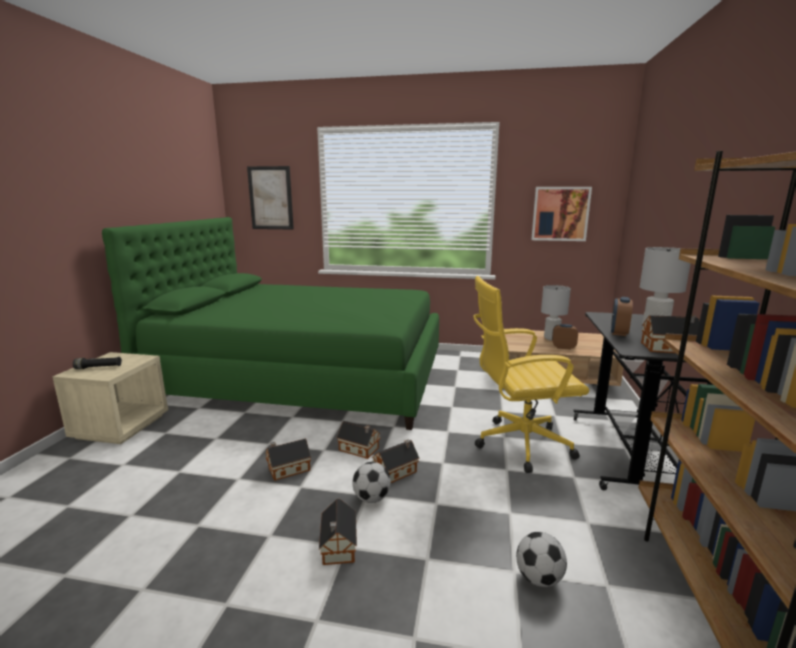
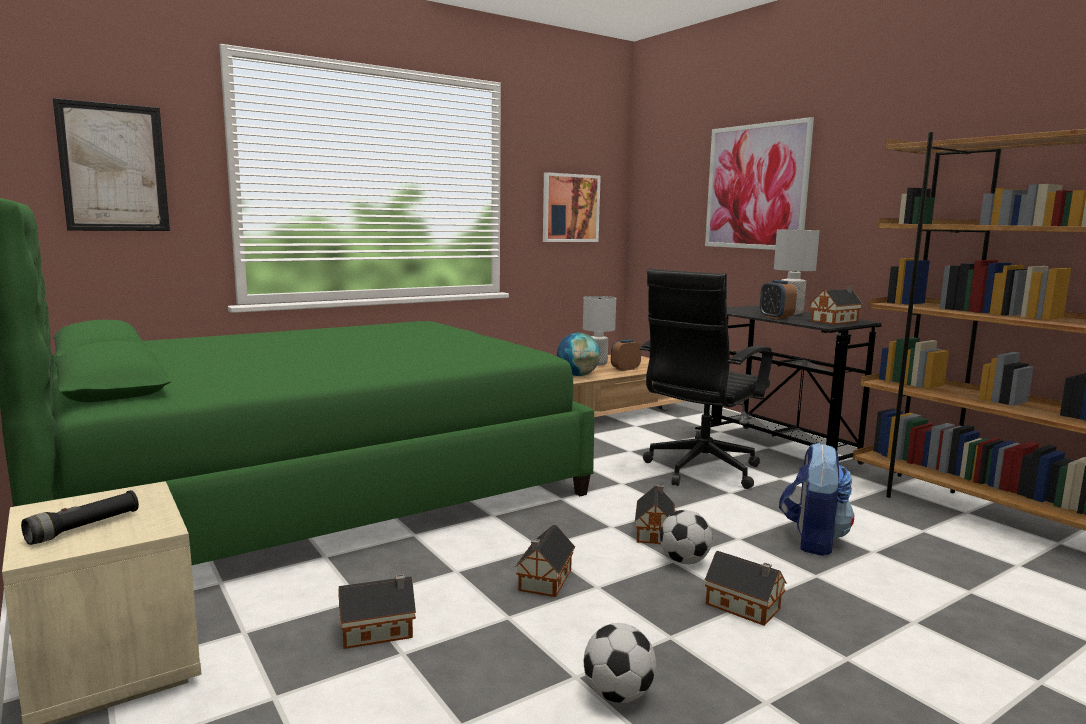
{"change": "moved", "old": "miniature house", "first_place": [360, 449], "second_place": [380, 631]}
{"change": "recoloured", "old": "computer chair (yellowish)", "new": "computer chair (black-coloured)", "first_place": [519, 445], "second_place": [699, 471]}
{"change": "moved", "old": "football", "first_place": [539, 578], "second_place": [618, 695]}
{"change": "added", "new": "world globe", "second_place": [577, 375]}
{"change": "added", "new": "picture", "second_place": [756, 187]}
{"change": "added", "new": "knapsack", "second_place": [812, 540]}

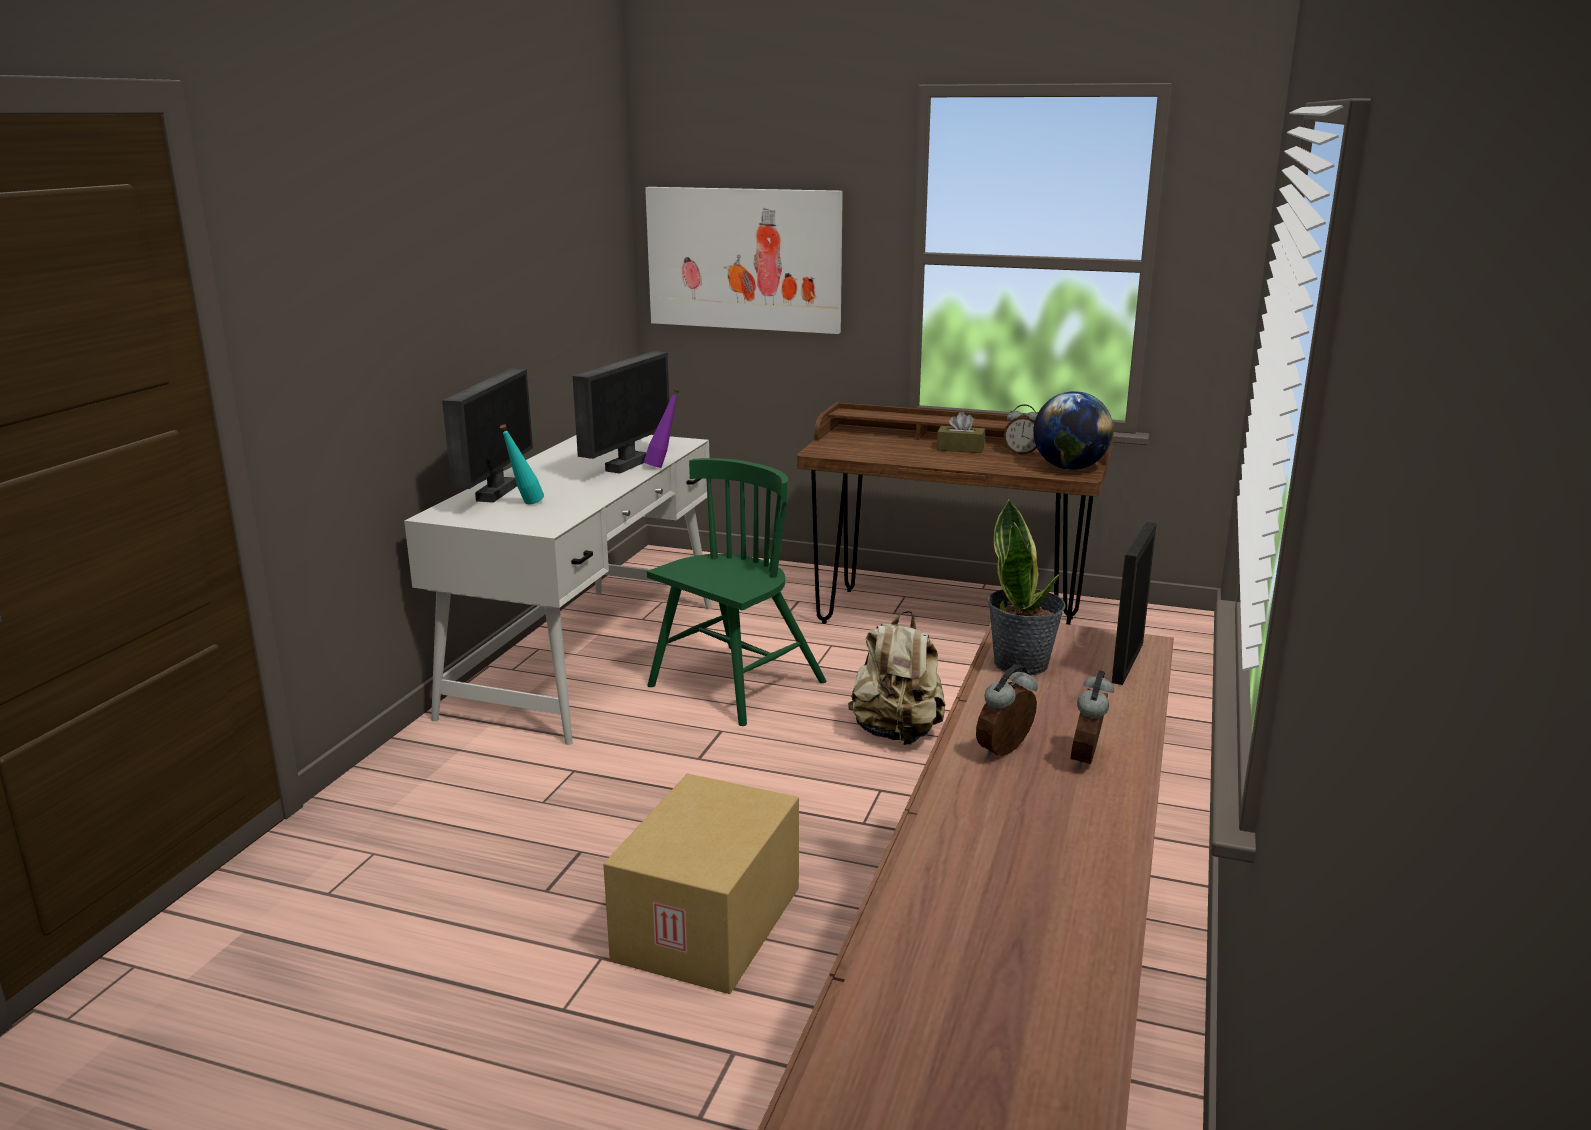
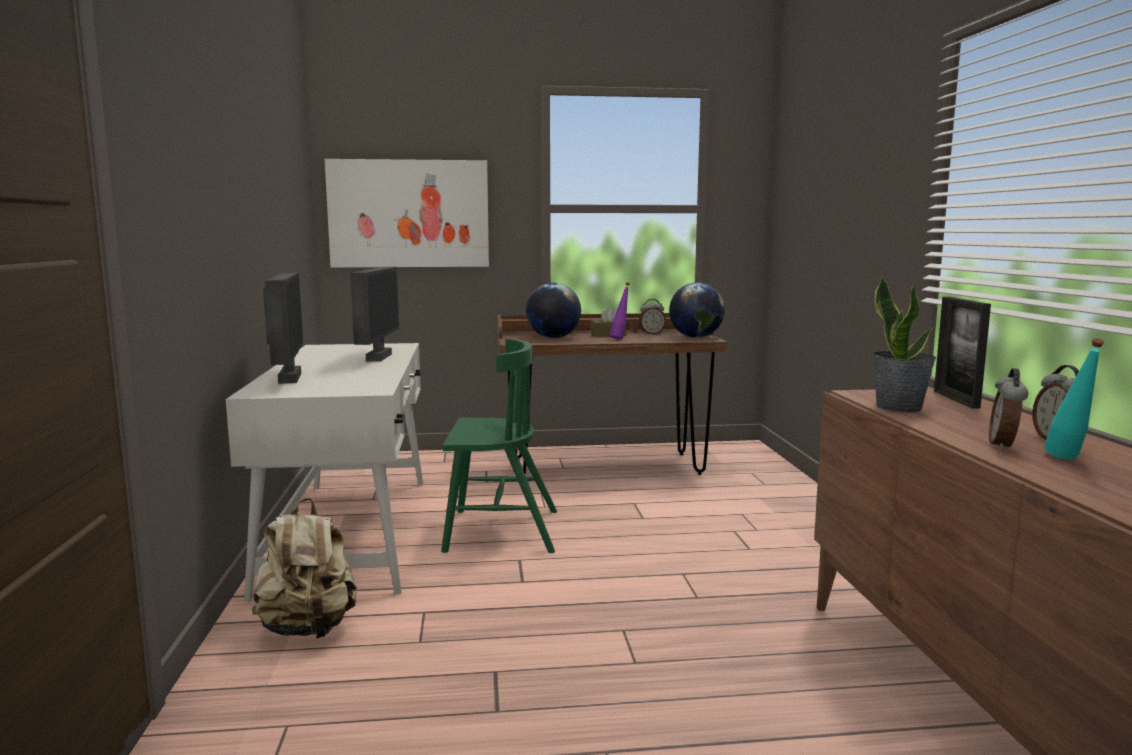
{"change": "moved", "old": "drink bottle (blue-green)", "first_place": [524, 504], "second_place": [1068, 460]}
{"change": "removed", "old": "cardboard box", "first_place": [710, 925]}
{"change": "moved", "old": "drink bottle (purple)", "first_place": [663, 466], "second_place": [620, 339]}
{"change": "turned", "old": "chair (green-coloured)", "first_place": [730, 687], "second_place": [494, 530], "degrees": 75}
{"change": "moved", "old": "knapsack (sand-coloured)", "first_place": [897, 733], "second_place": [308, 629]}
{"change": "added", "new": "world globe", "second_place": [553, 338]}

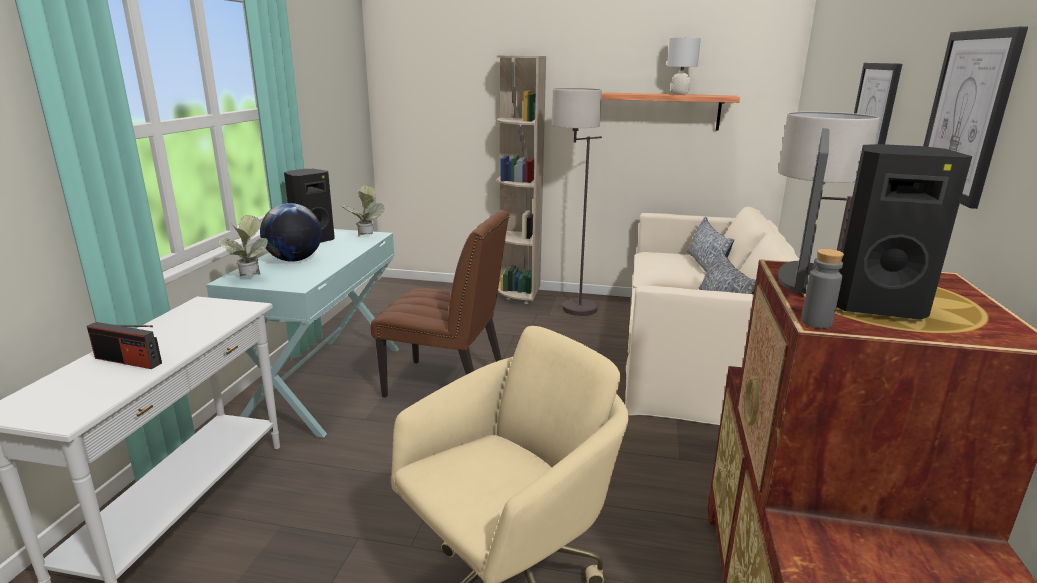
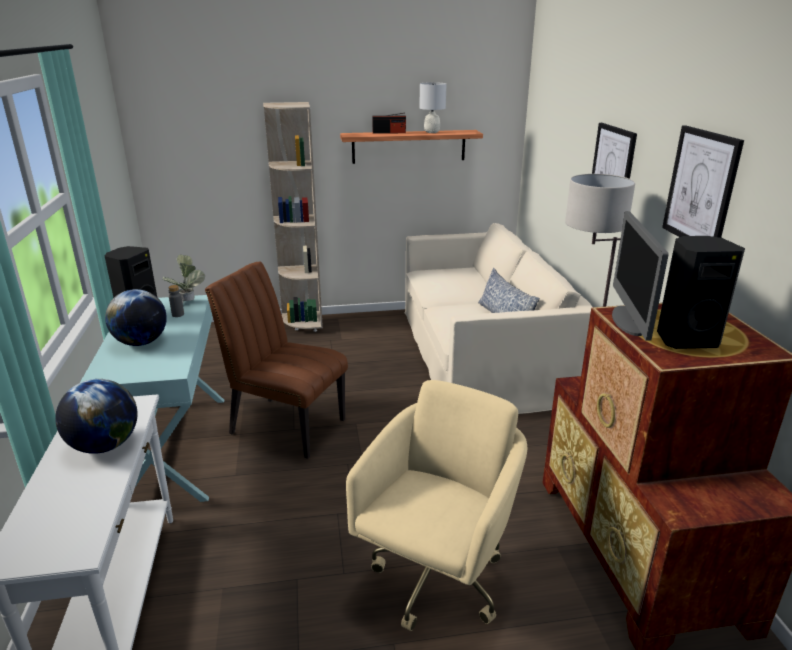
{"change": "moved", "old": "radio set", "first_place": [128, 361], "second_place": [389, 132]}
{"change": "removed", "old": "plant in a pot", "first_place": [248, 279]}
{"change": "turned", "old": "chair (brownish)", "first_place": [445, 385], "second_place": [288, 426], "degrees": -150}
{"change": "removed", "old": "standard lamp (greyish)", "first_place": [571, 311]}
{"change": "removed", "old": "throw pillow", "first_place": [705, 265]}
{"change": "moved", "old": "drink bottle (greyish)", "first_place": [816, 322], "second_place": [178, 314]}
{"change": "added", "new": "world globe", "second_place": [104, 446]}

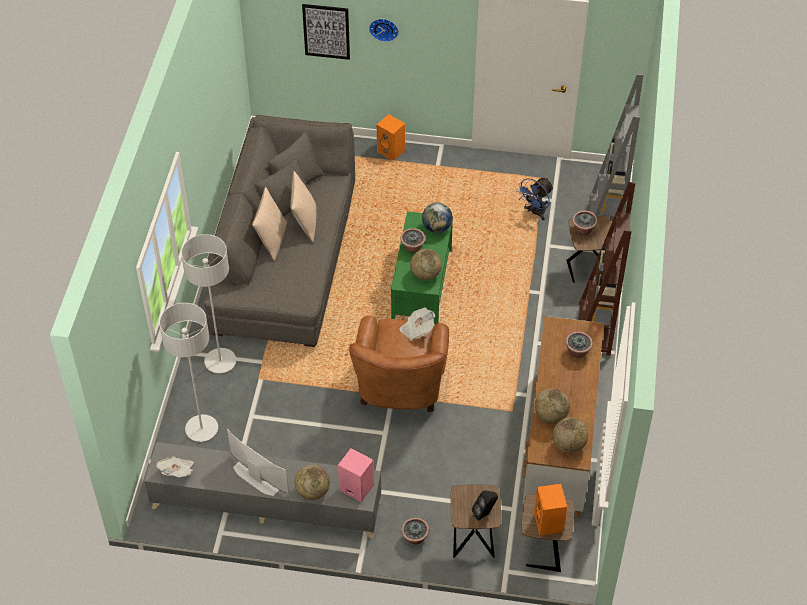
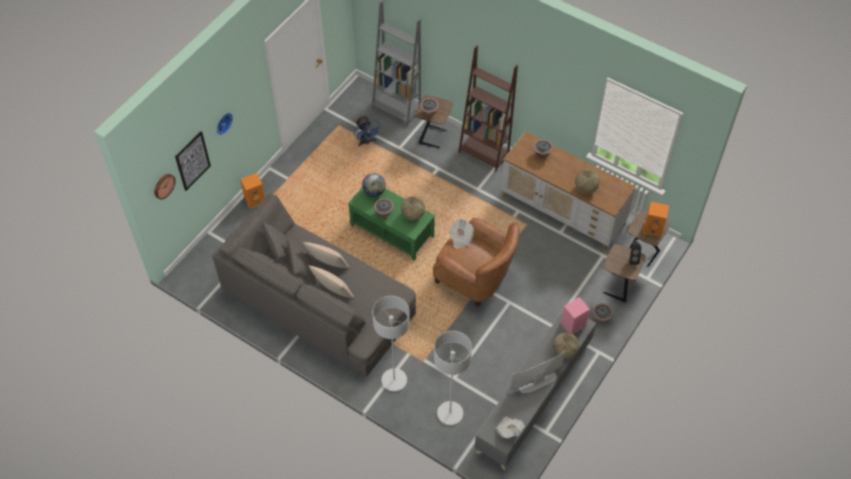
{"change": "removed", "old": "world globe", "first_place": [568, 445]}
{"change": "added", "new": "clock on the wall", "second_place": [163, 185]}

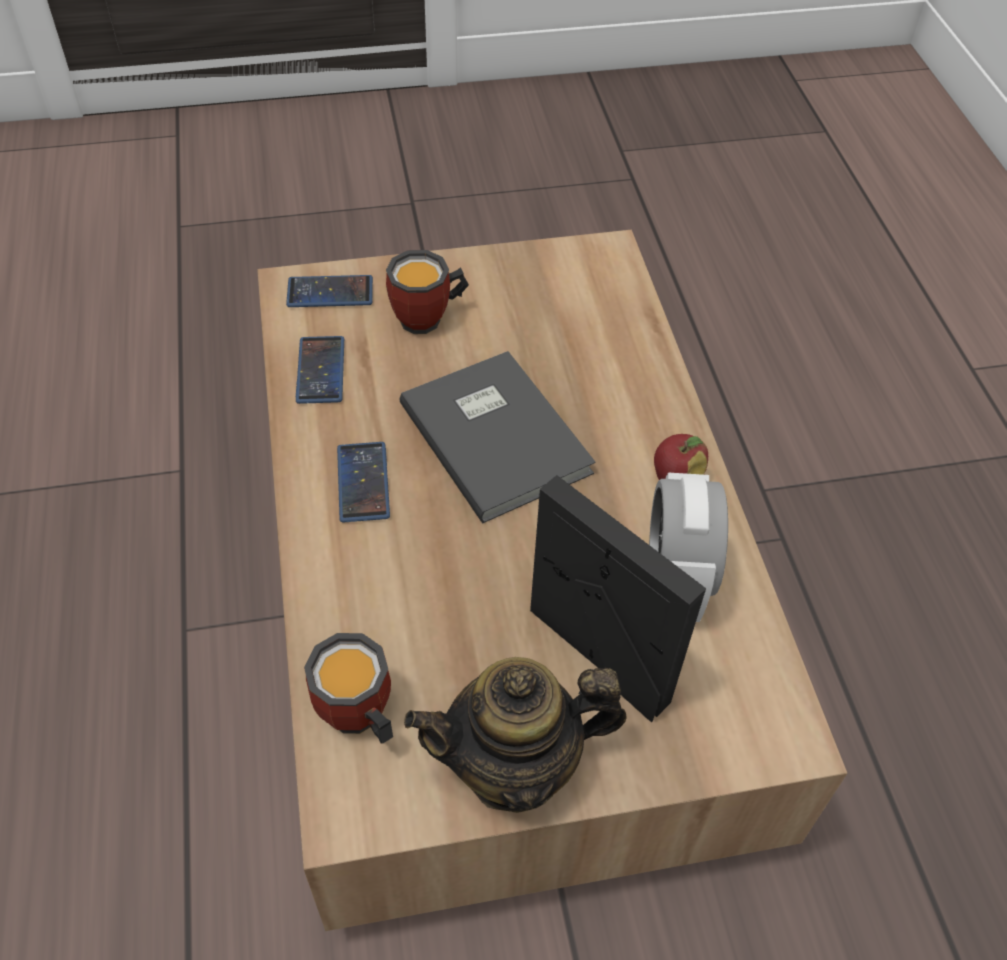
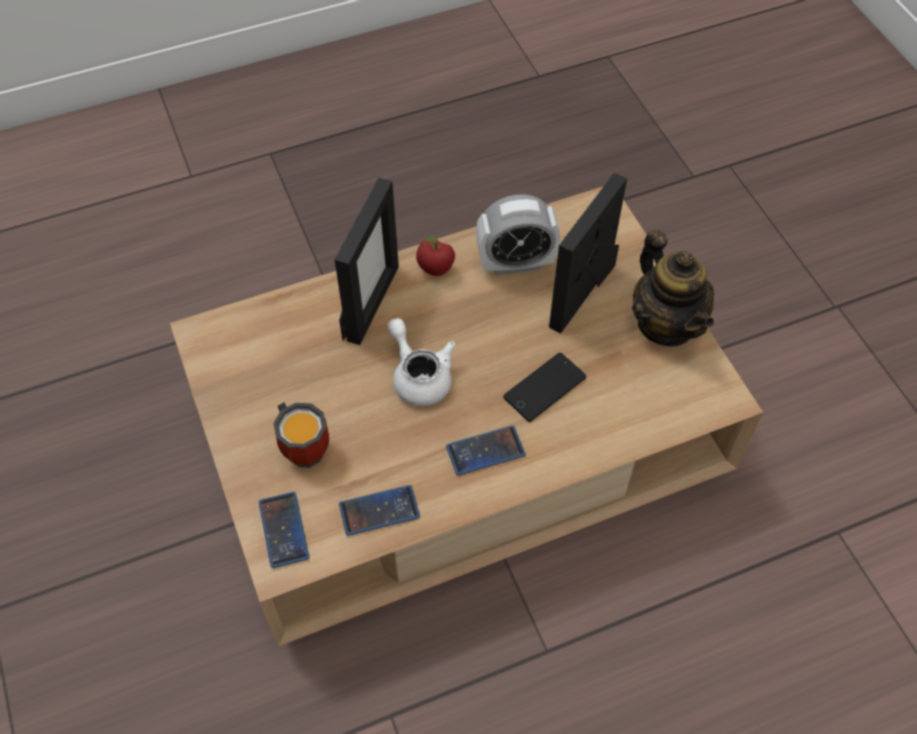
{"change": "removed", "old": "coffee mug", "first_place": [356, 720]}
{"change": "replaced", "old": "book (greyish)", "new": "tea pot (whitish)", "first_place": [498, 435], "second_place": [419, 376]}
{"change": "added", "new": "picture frame", "second_place": [371, 302]}
{"change": "added", "new": "phone", "second_place": [544, 387]}

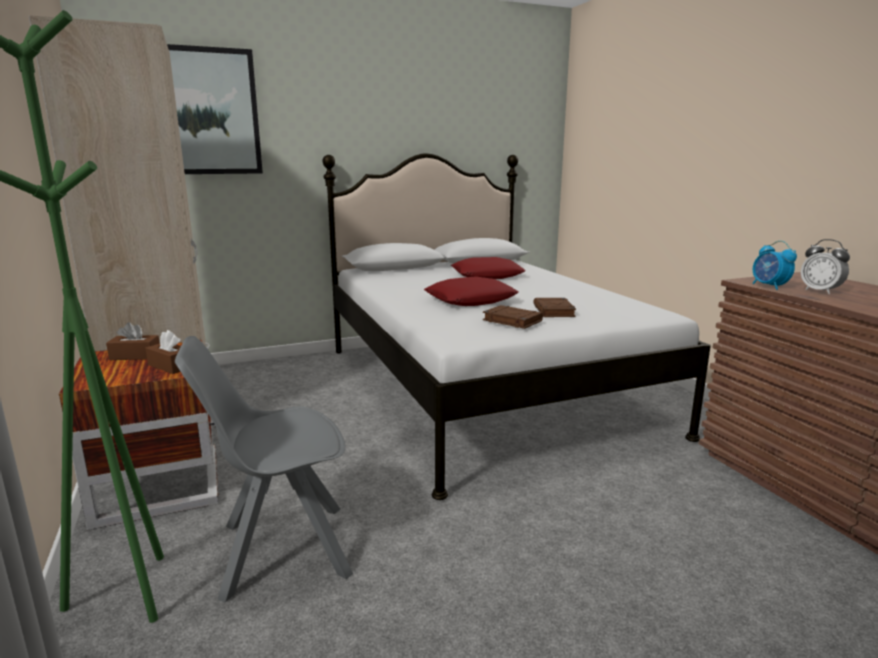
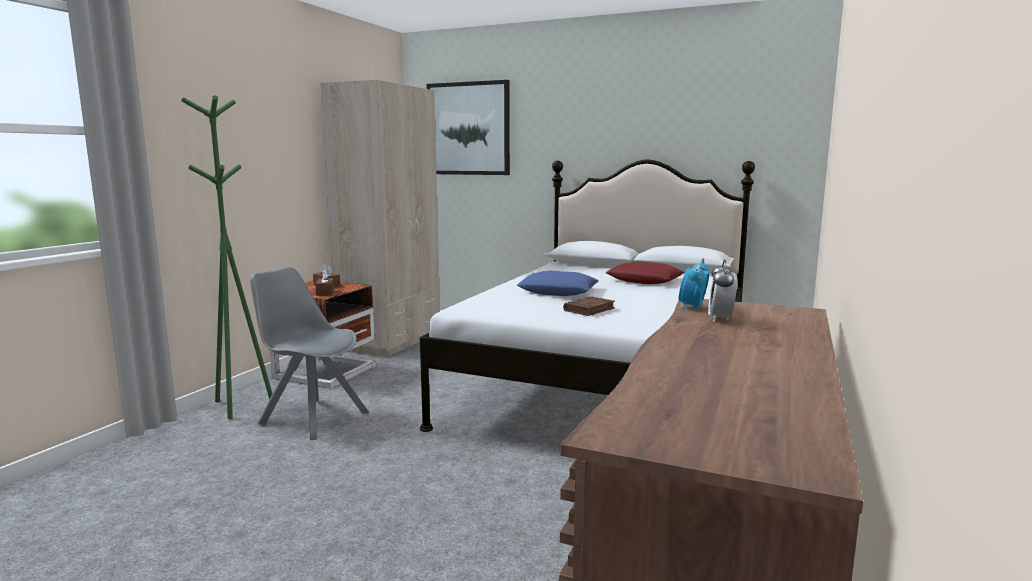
{"change": "recoloured", "old": "throw pillow (red-coloured)", "new": "throw pillow (blue-coloured)", "first_place": [471, 300], "second_place": [558, 291]}
{"change": "removed", "old": "book (brownish)", "first_place": [511, 320]}

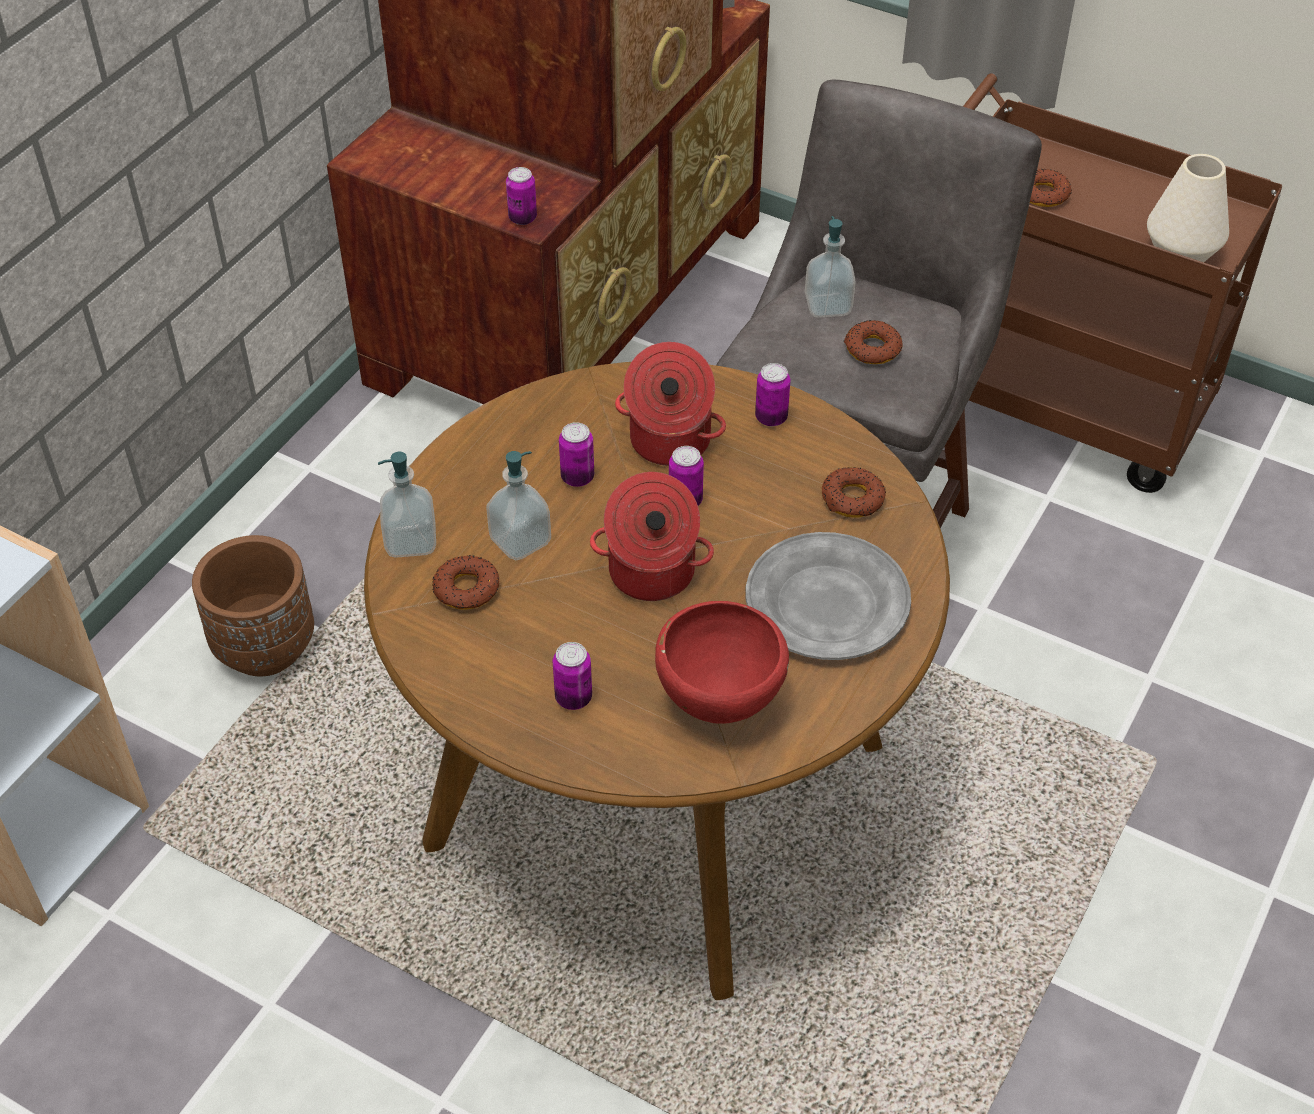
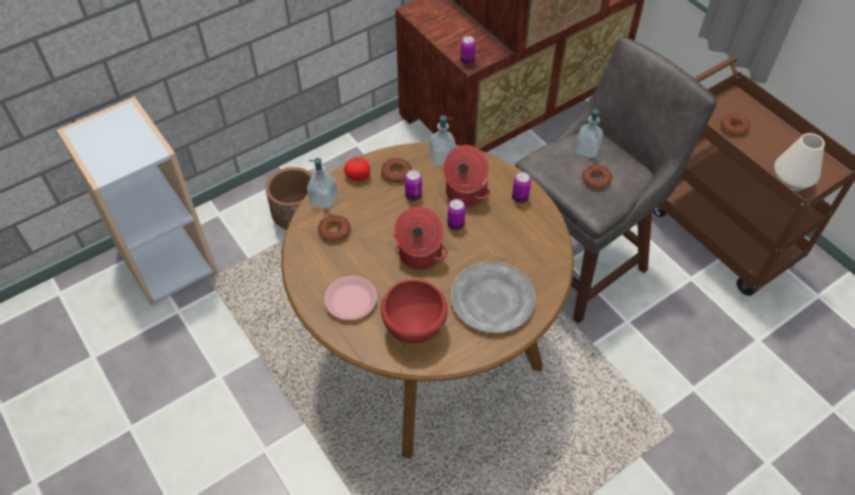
{"change": "moved", "old": "liquid soap bottle", "first_place": [520, 541], "second_place": [442, 158]}
{"change": "replaced", "old": "metal can", "new": "plate (pinkish)", "first_place": [573, 698], "second_place": [350, 301]}
{"change": "moved", "old": "doughnut", "first_place": [852, 499], "second_place": [396, 173]}
{"change": "added", "new": "fresh tomato", "second_place": [358, 176]}

